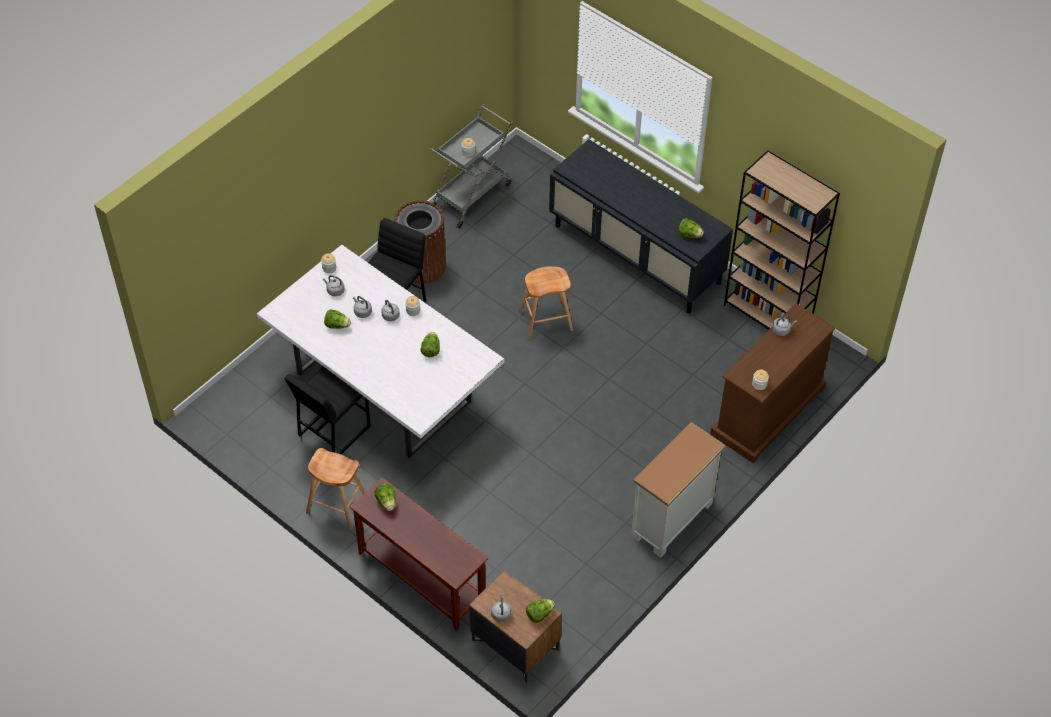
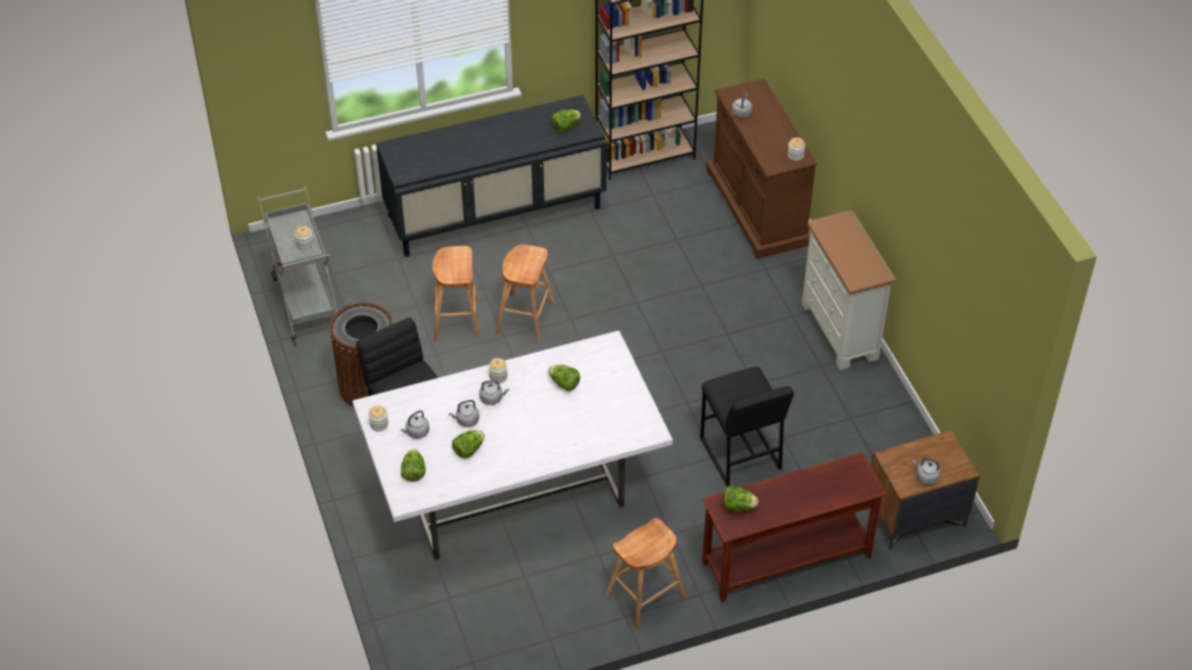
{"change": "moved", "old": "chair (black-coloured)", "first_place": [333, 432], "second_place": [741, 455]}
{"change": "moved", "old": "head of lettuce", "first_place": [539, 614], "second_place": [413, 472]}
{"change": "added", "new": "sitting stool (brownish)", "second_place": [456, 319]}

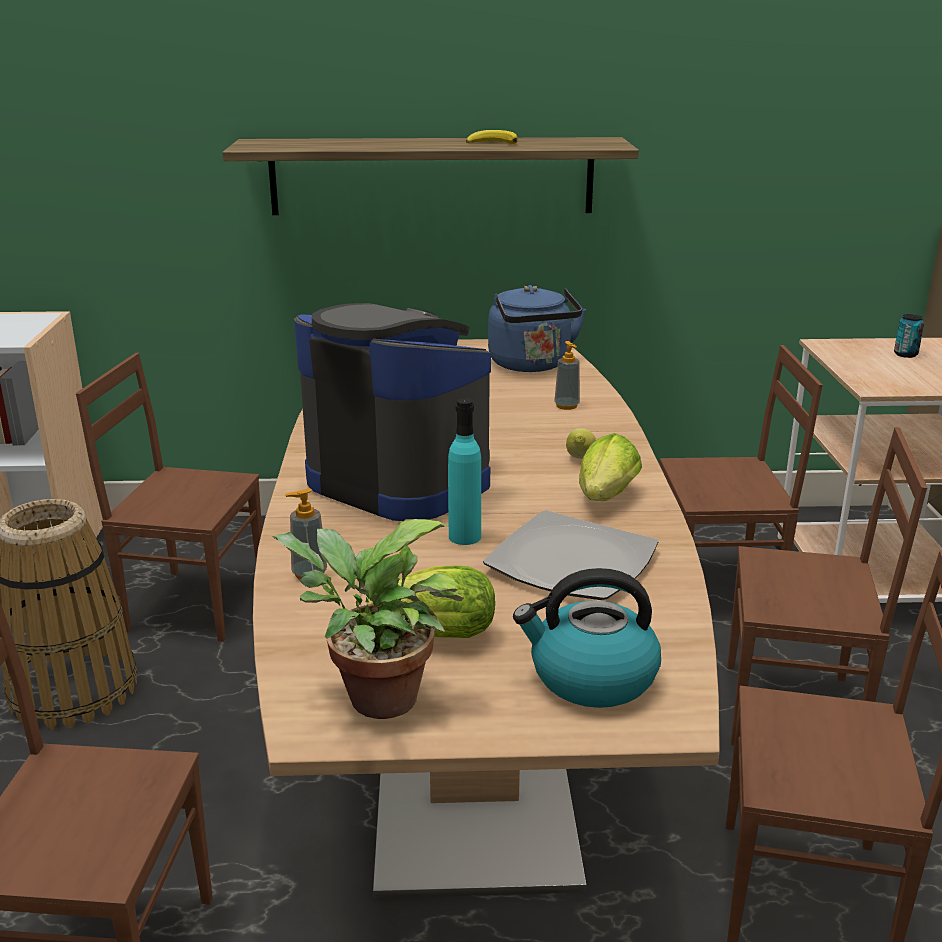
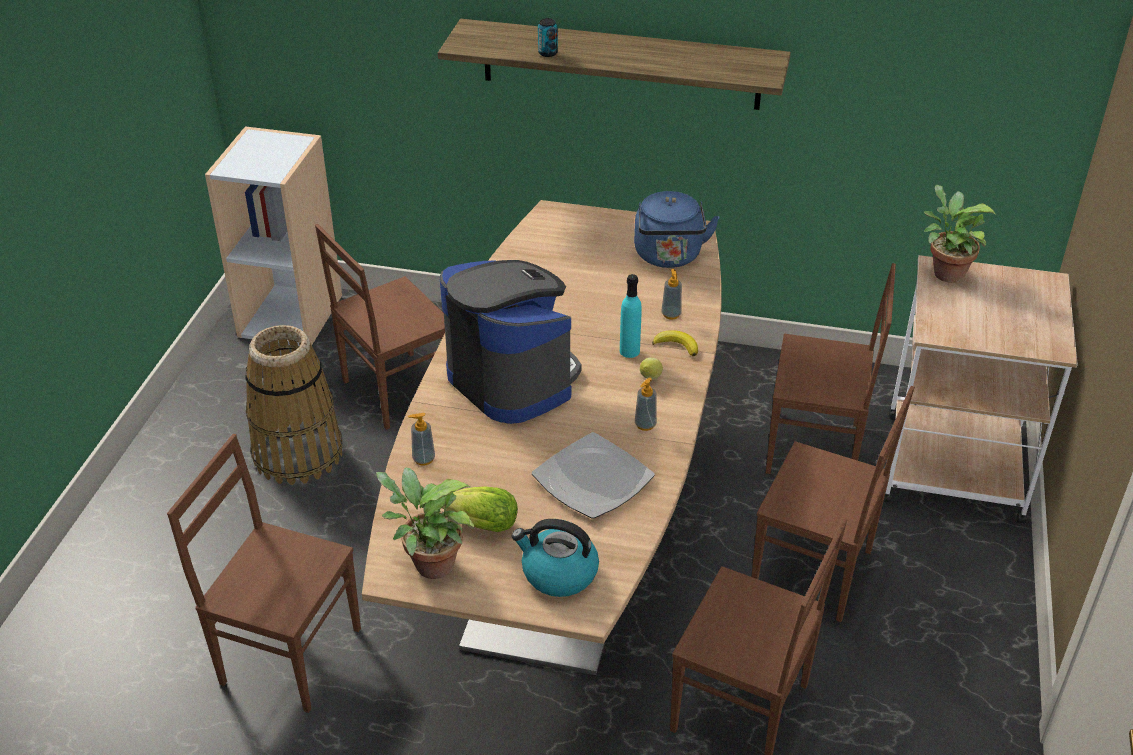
{"change": "turned", "old": "chair (brownish)", "first_place": [195, 603], "second_place": [396, 390], "degrees": -60}
{"change": "moved", "old": "drink bottle (blue-green)", "first_place": [464, 537], "second_place": [629, 351]}
{"change": "moved", "old": "whole banana", "first_place": [492, 142], "second_place": [677, 345]}
{"change": "replaced", "old": "head of lettuce", "new": "liquid soap bottle", "first_place": [604, 500], "second_place": [645, 425]}
{"change": "moved", "old": "metal can", "first_place": [905, 354], "second_place": [548, 53]}
{"change": "added", "new": "plant in a pot", "second_place": [944, 272]}

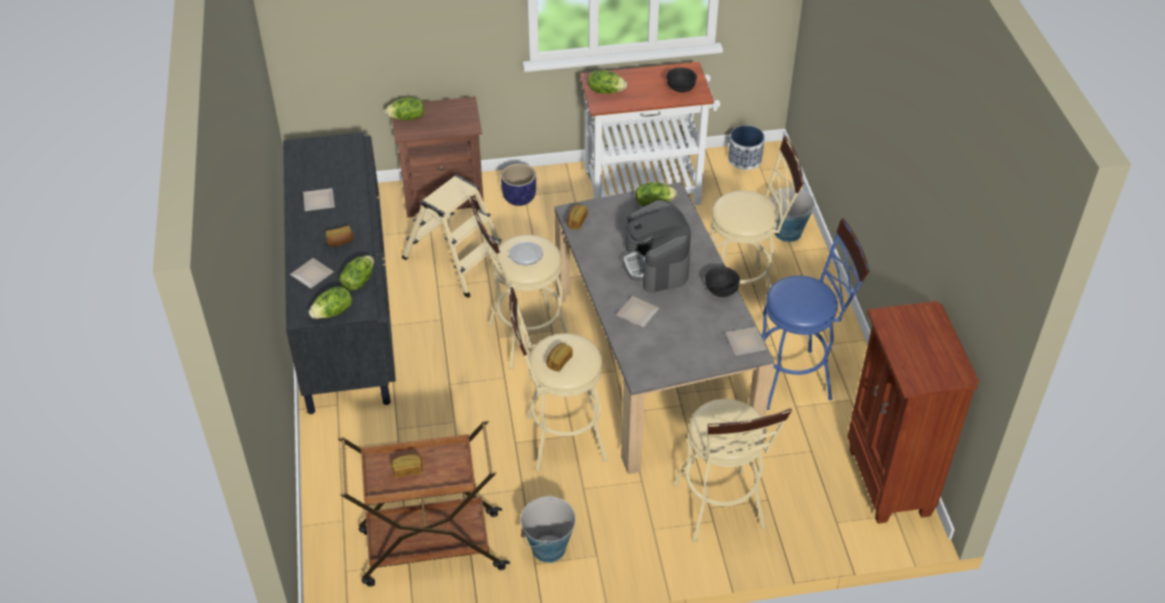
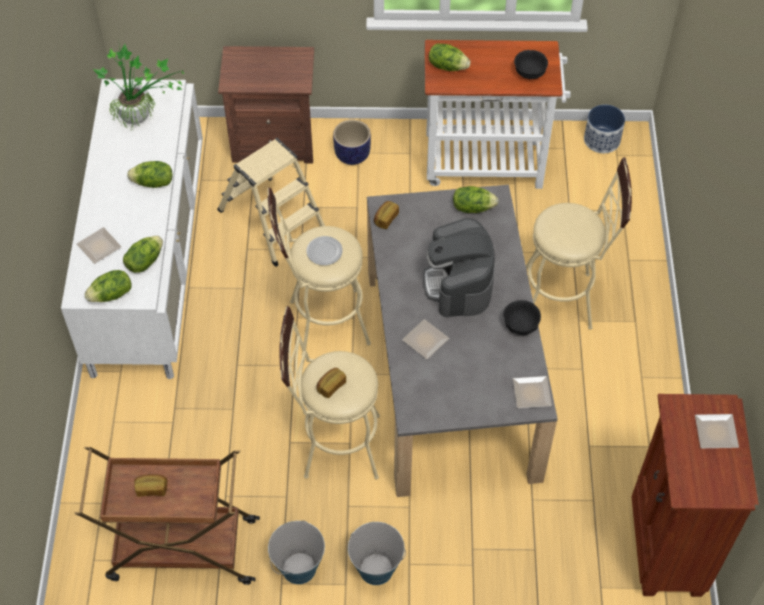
{"change": "recoloured", "old": "cabinet (black-coloured)", "new": "cabinet (whitish)", "first_place": [347, 312], "second_place": [150, 265]}
{"change": "moved", "old": "plate", "first_place": [318, 202], "second_place": [714, 434]}
{"change": "removed", "old": "bread", "first_place": [340, 242]}
{"change": "moved", "old": "head of lettuce", "first_place": [407, 118], "second_place": [153, 183]}
{"change": "removed", "old": "sitting stool (sand-coloured)", "first_place": [721, 512]}
{"change": "removed", "old": "sitting stool (blue-coloured)", "first_place": [796, 378]}
{"change": "moved", "old": "bucket", "first_place": [787, 232], "second_place": [376, 568]}
{"change": "added", "new": "plant in a pot", "second_place": [143, 116]}

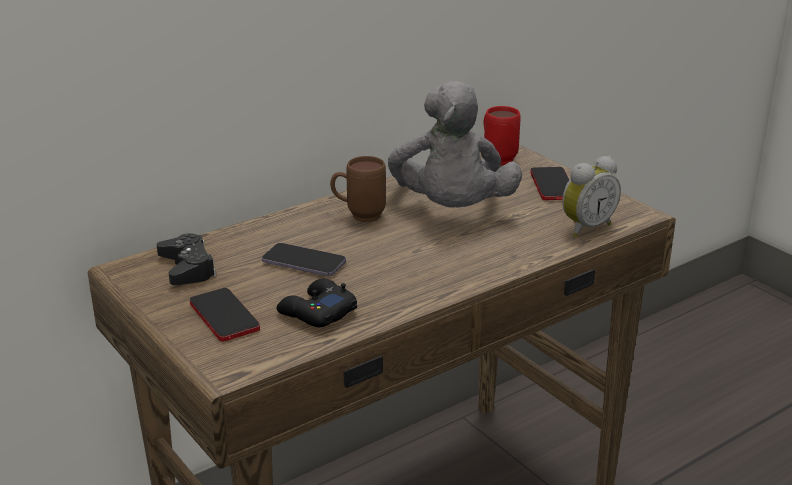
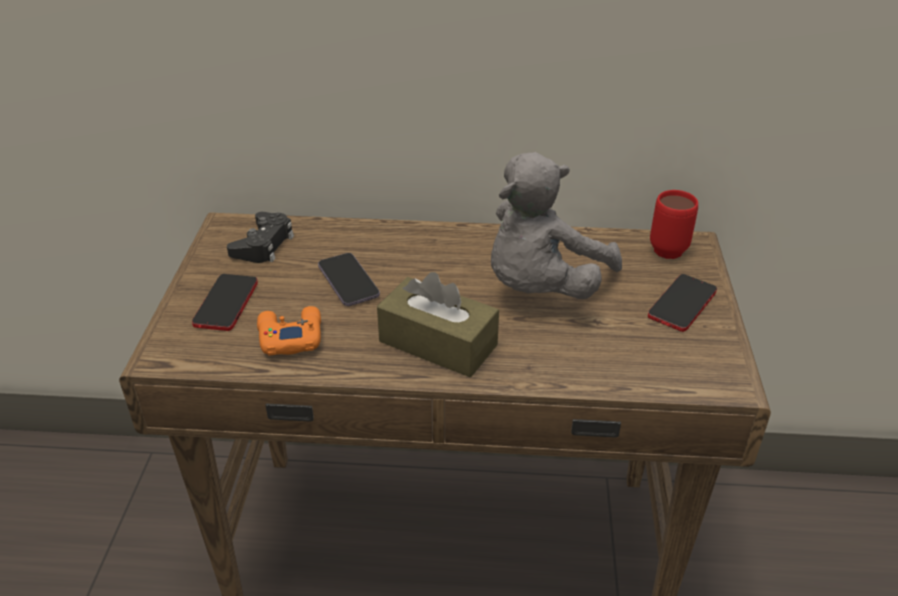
{"change": "recoloured", "old": "joypad (black-coloured)", "new": "joypad (orange)", "first_place": [316, 312], "second_place": [290, 336]}
{"change": "removed", "old": "coffee mug (brownish)", "first_place": [358, 216]}
{"change": "removed", "old": "alarm clock", "first_place": [585, 227]}
{"change": "added", "new": "tissue box (brownish)", "second_place": [438, 343]}

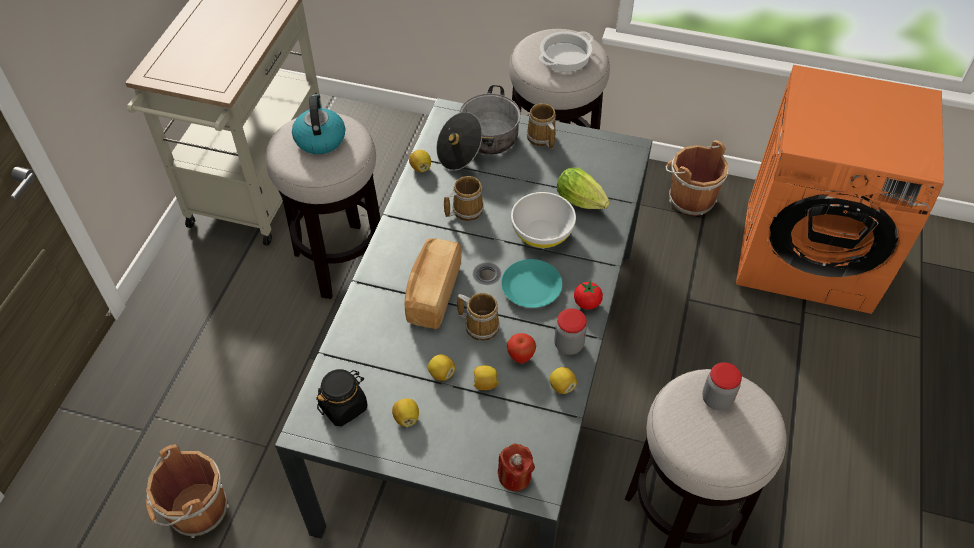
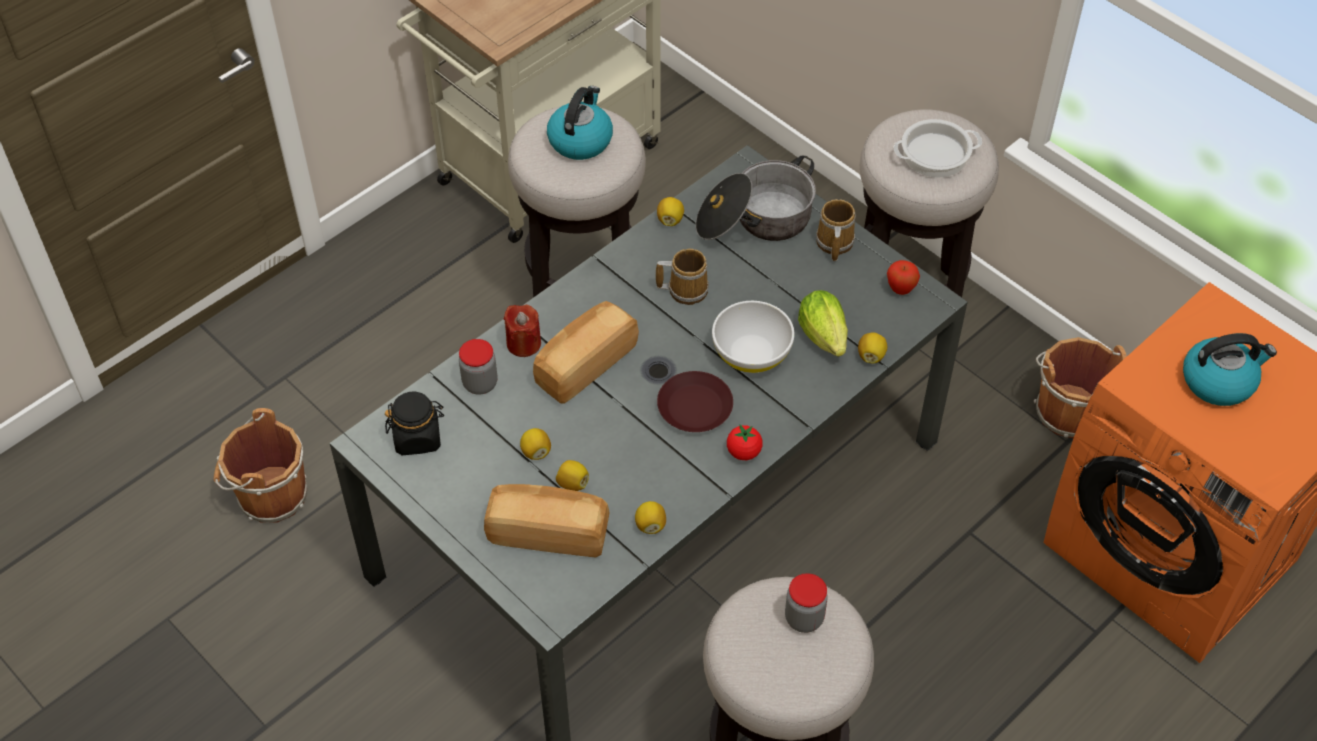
{"change": "moved", "old": "lemon", "first_place": [406, 418], "second_place": [871, 356]}
{"change": "removed", "old": "coffee mug", "first_place": [480, 325]}
{"change": "moved", "old": "wax candle (red-coloured)", "first_place": [515, 476], "second_place": [523, 343]}
{"change": "recoloured", "old": "plate (blue-green)", "new": "plate (brownish)", "first_place": [531, 288], "second_place": [694, 408]}
{"change": "moved", "old": "whole apple", "first_place": [520, 357], "second_place": [900, 289]}
{"change": "moved", "old": "preserve jar", "first_place": [568, 344], "second_place": [480, 383]}
{"change": "added", "new": "bread", "second_place": [548, 532]}
{"change": "added", "new": "water kettle", "second_place": [1219, 381]}

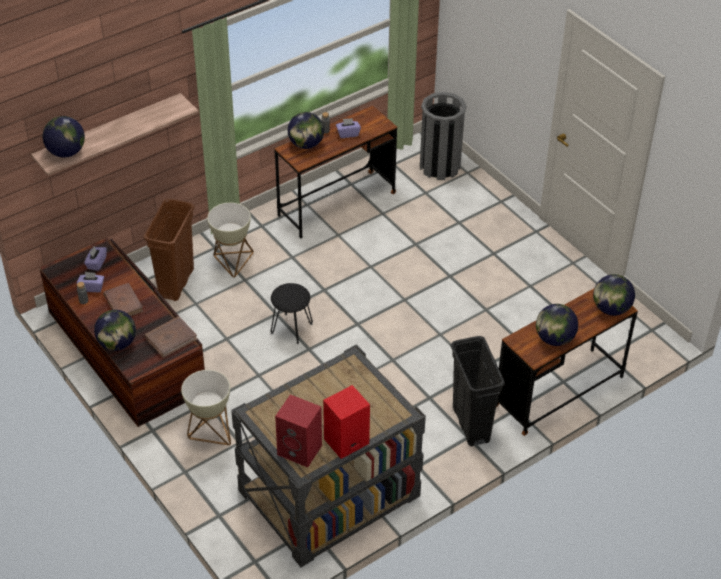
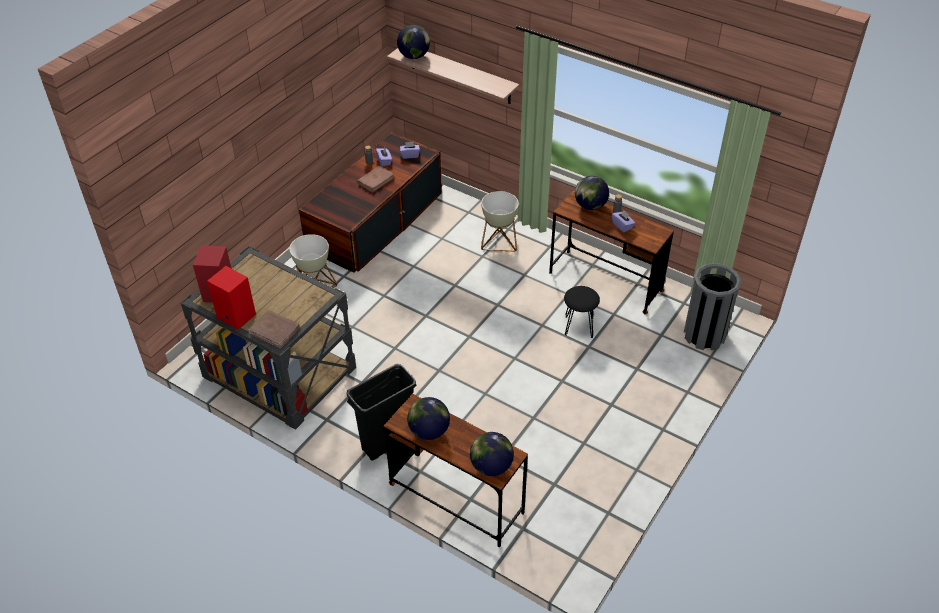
{"change": "removed", "old": "world globe", "first_place": [117, 344]}
{"change": "removed", "old": "rubbish bin (brownish)", "first_place": [176, 283]}
{"change": "moved", "old": "book (brownish)", "first_place": [171, 338], "second_place": [274, 330]}
{"change": "moved", "old": "sitting stool (black-coloured)", "first_place": [291, 328], "second_place": [578, 326]}

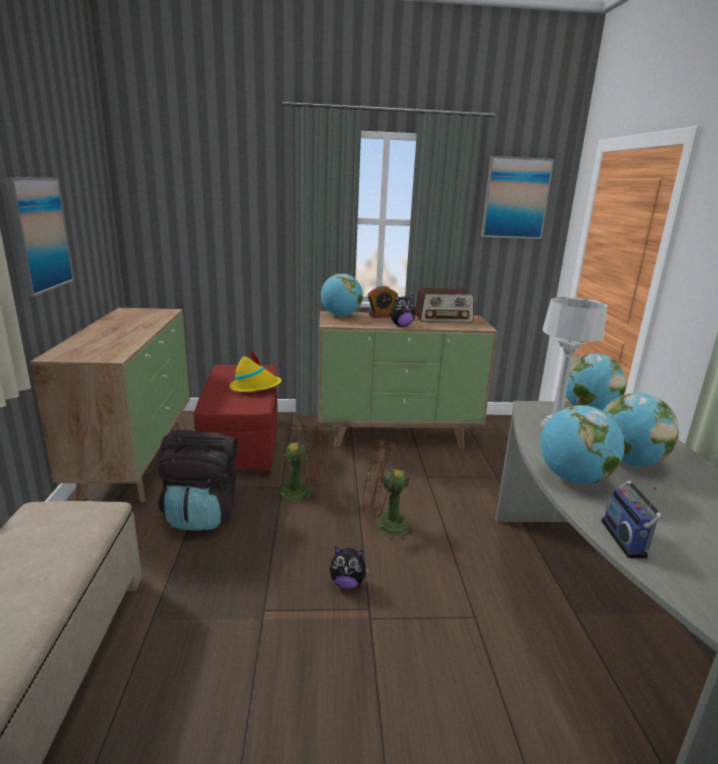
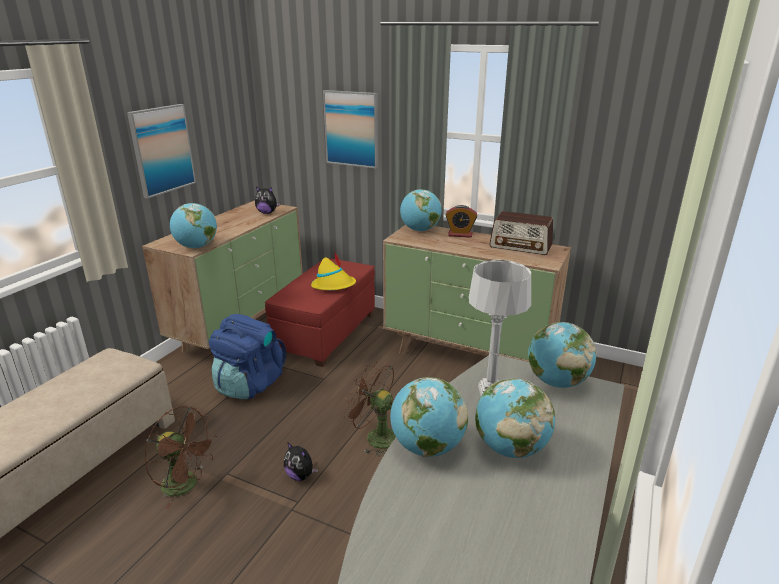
{"change": "recoloured", "old": "knapsack (black-coloured)", "new": "knapsack (blue-coloured)", "first_place": [202, 513], "second_place": [249, 384]}
{"change": "moved", "old": "electric fan (brownish)", "first_place": [303, 492], "second_place": [186, 485]}
{"change": "moved", "old": "soft toy", "first_place": [401, 325], "second_place": [267, 213]}
{"change": "moved", "old": "picture", "first_place": [516, 198], "second_place": [352, 129]}
{"change": "removed", "old": "radio set", "first_place": [626, 539]}
{"change": "added", "new": "world globe", "second_place": [196, 247]}

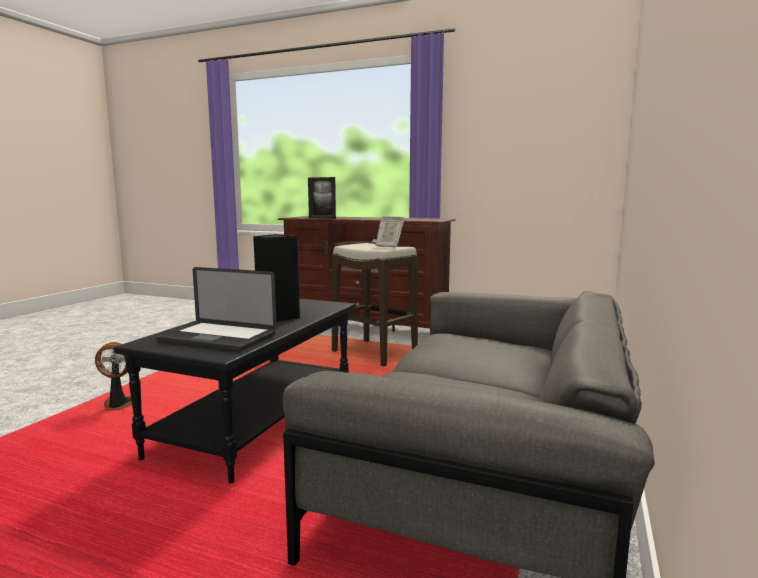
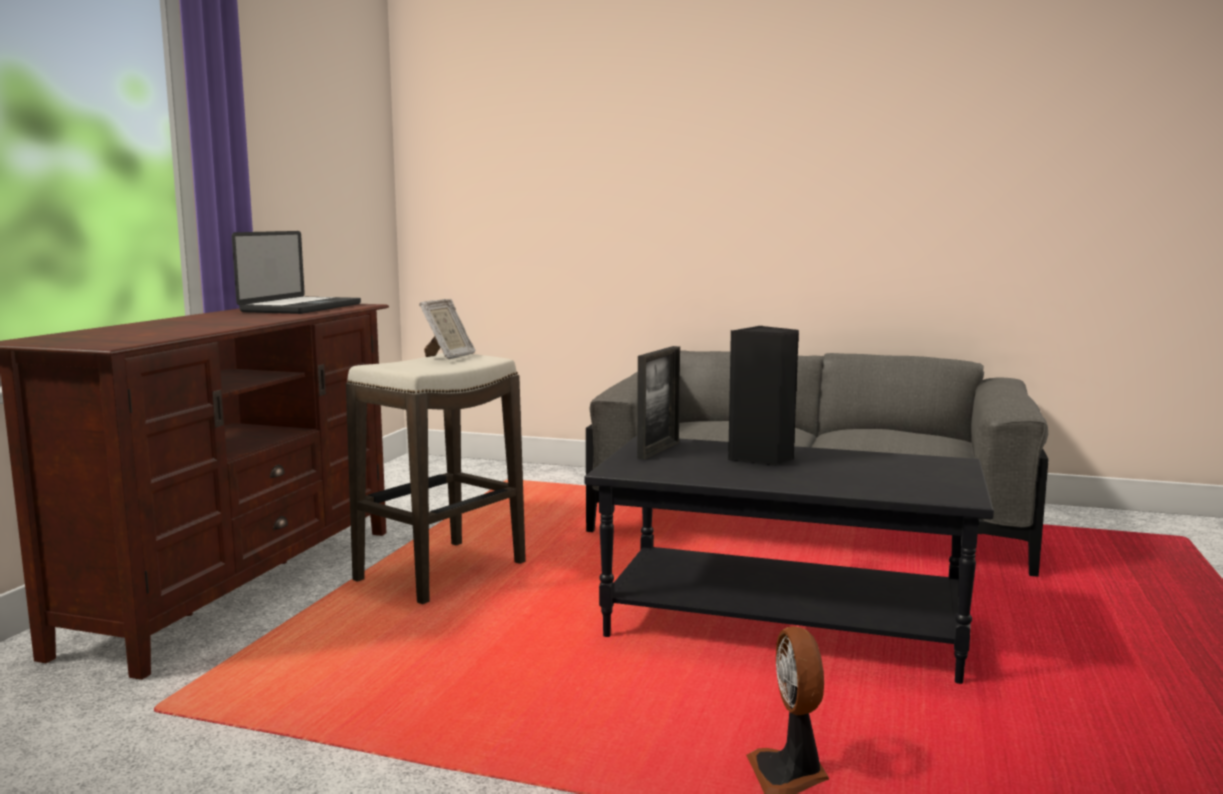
{"change": "moved", "old": "notebook computer", "first_place": [217, 338], "second_place": [302, 308]}
{"change": "moved", "old": "picture frame", "first_place": [322, 218], "second_place": [658, 450]}

